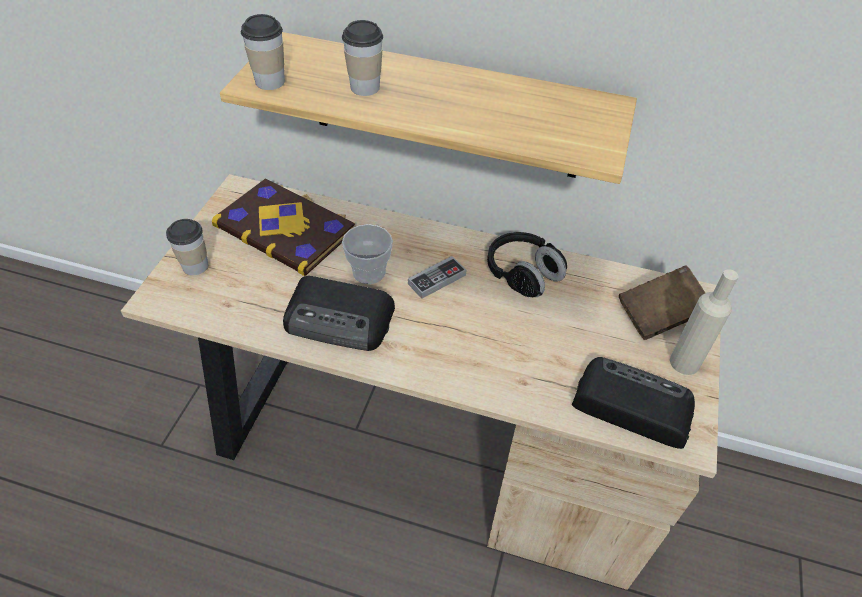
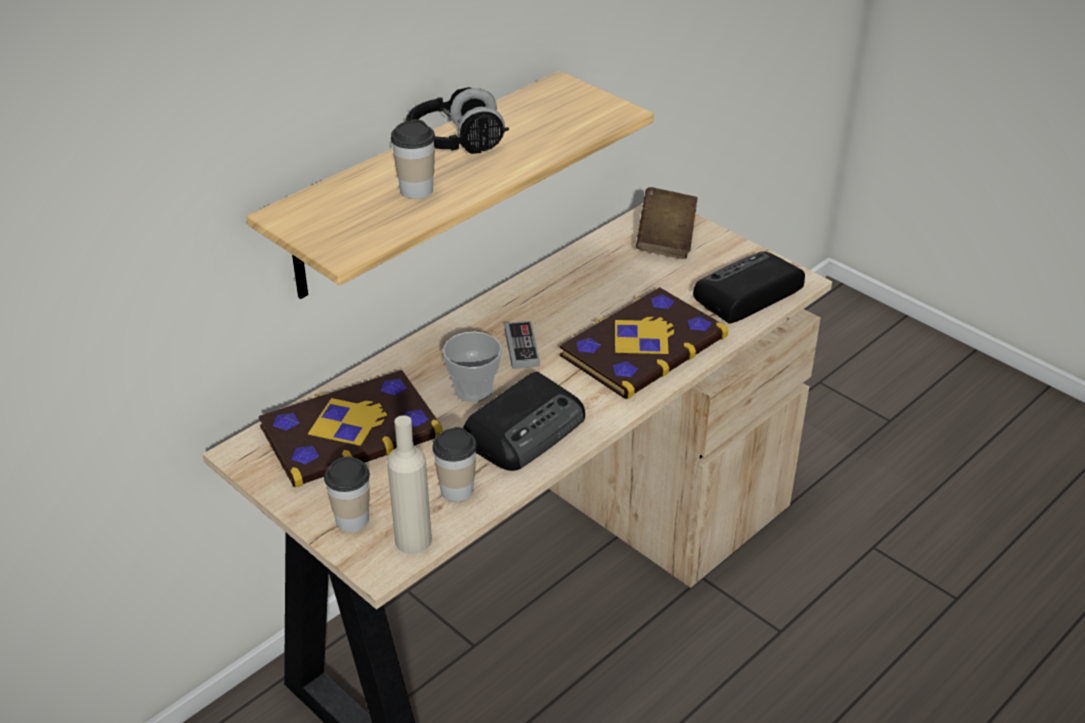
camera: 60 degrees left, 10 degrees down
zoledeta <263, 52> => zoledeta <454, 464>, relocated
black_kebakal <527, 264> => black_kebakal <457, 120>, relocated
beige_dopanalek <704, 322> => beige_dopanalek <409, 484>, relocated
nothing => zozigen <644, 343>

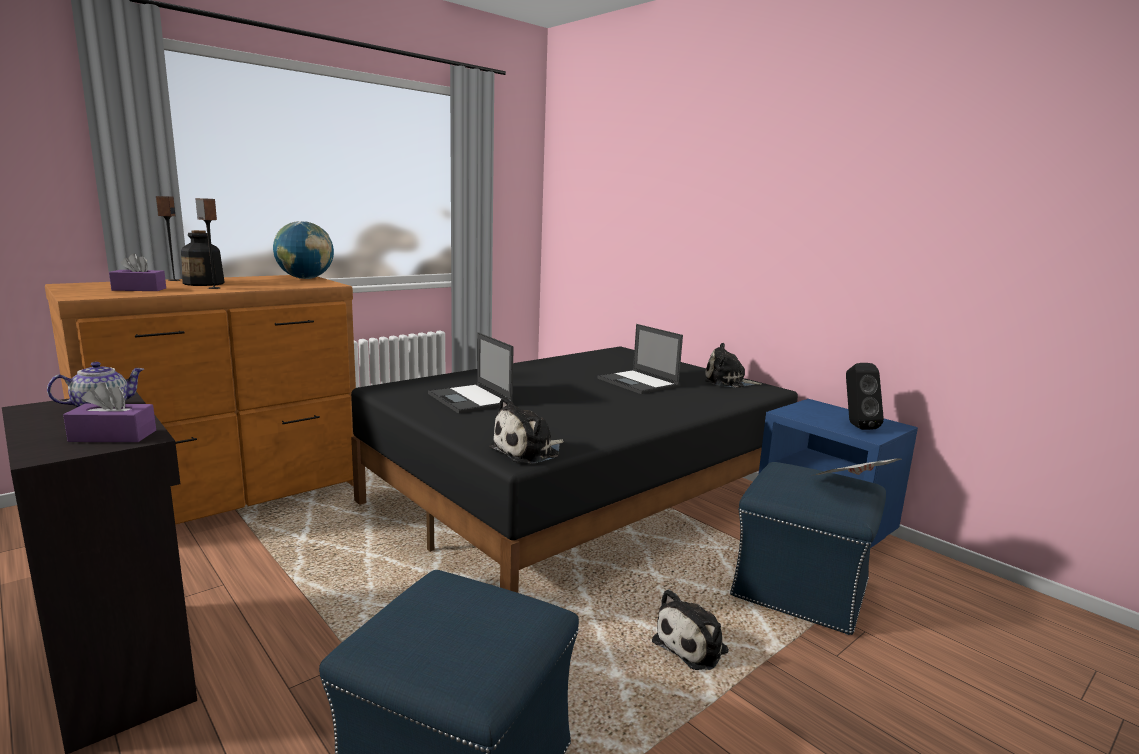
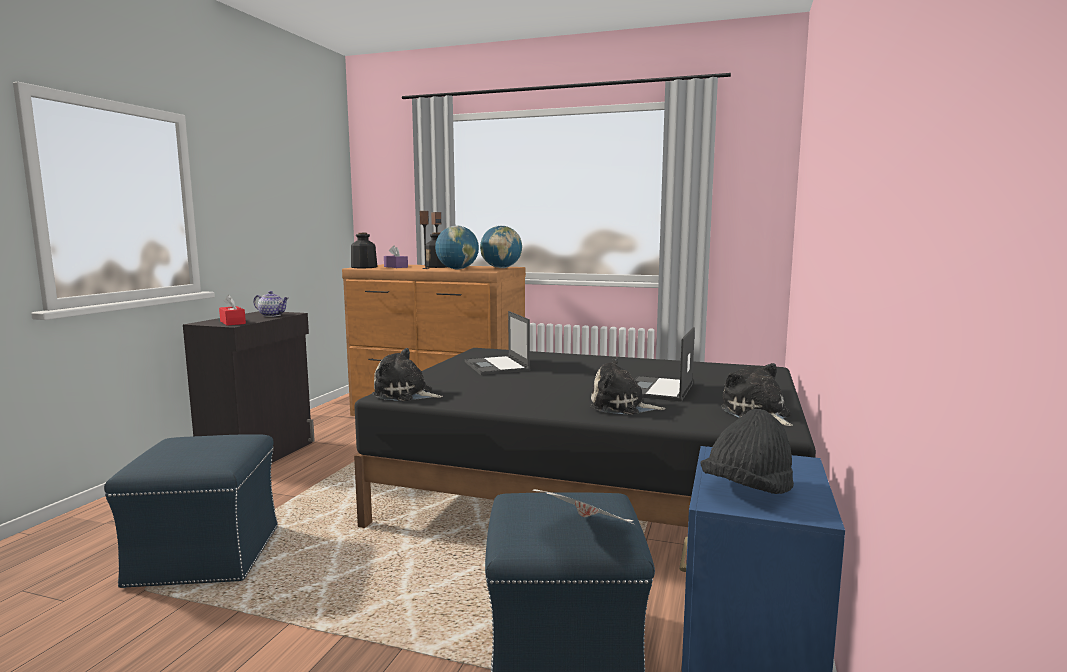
camera: 60 degrees right, 5 degrees down
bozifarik <471, 373> => bozifarik <497, 343>, 45 degrees counterclockwise
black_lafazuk <865, 396> => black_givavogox <747, 451>
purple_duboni <109, 412> => red_duboni <232, 310>
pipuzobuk <690, 629> => pipuzobuk <628, 386>, relocated
nothing => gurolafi <457, 248>
nothing => dopanalek <364, 250>

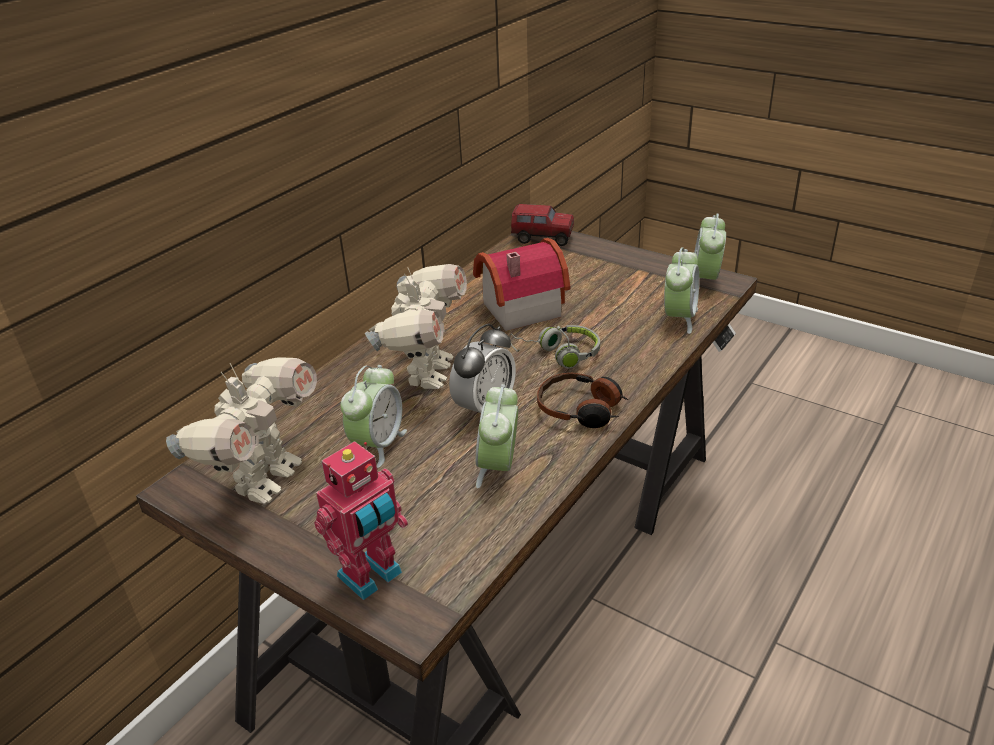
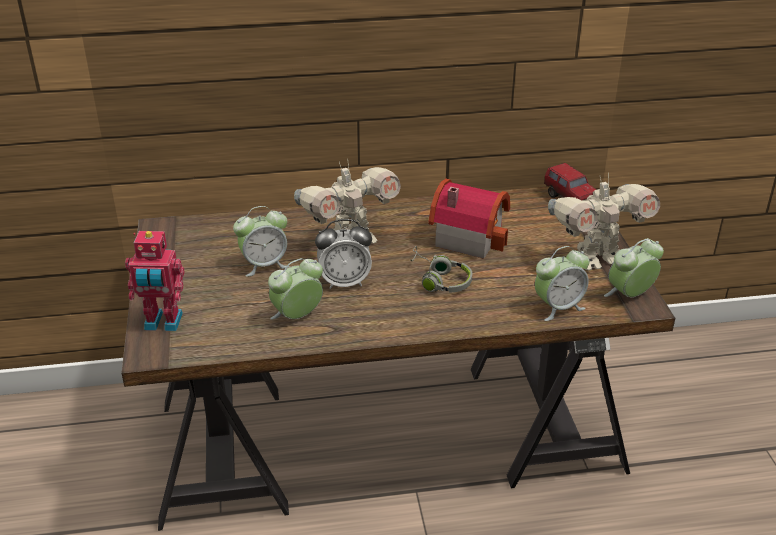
camera: 45 degrees right, 0 degrees up
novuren <241, 430> => novuren <604, 222>, relocated
kebakal <582, 400> => nothing

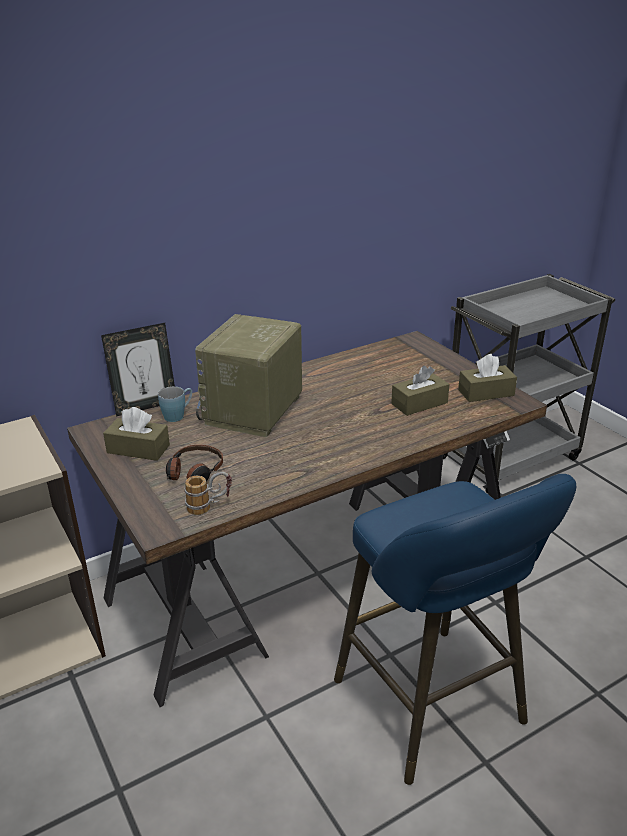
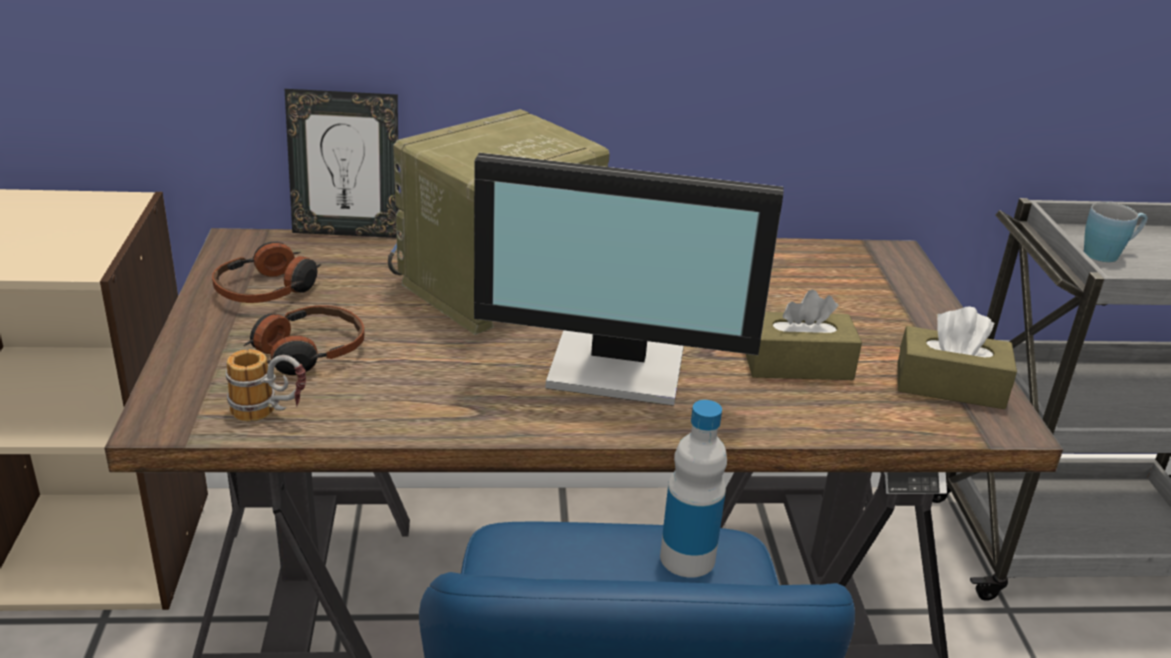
camera: 25 degrees right, 0 degrees up
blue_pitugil <175, 404> => blue_pitugil <1115, 232>, relocated
brown_duboni <136, 434> => kebakal <266, 272>
nothing => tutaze <629, 279>
nothing => dopanalek <693, 489>

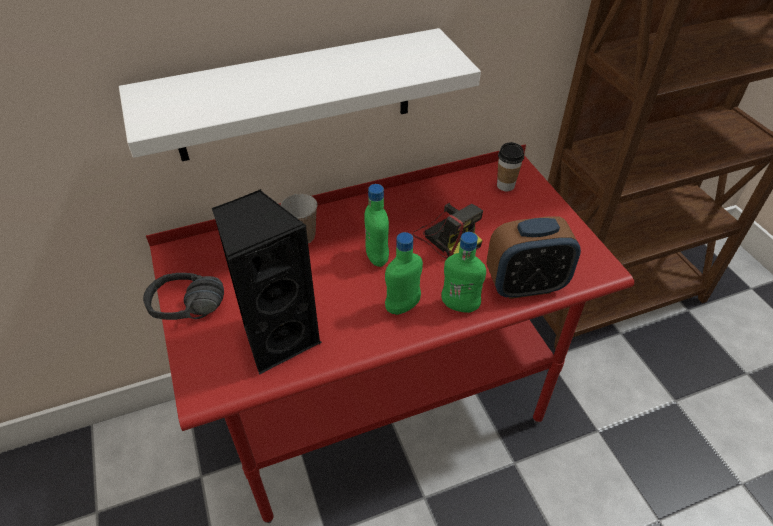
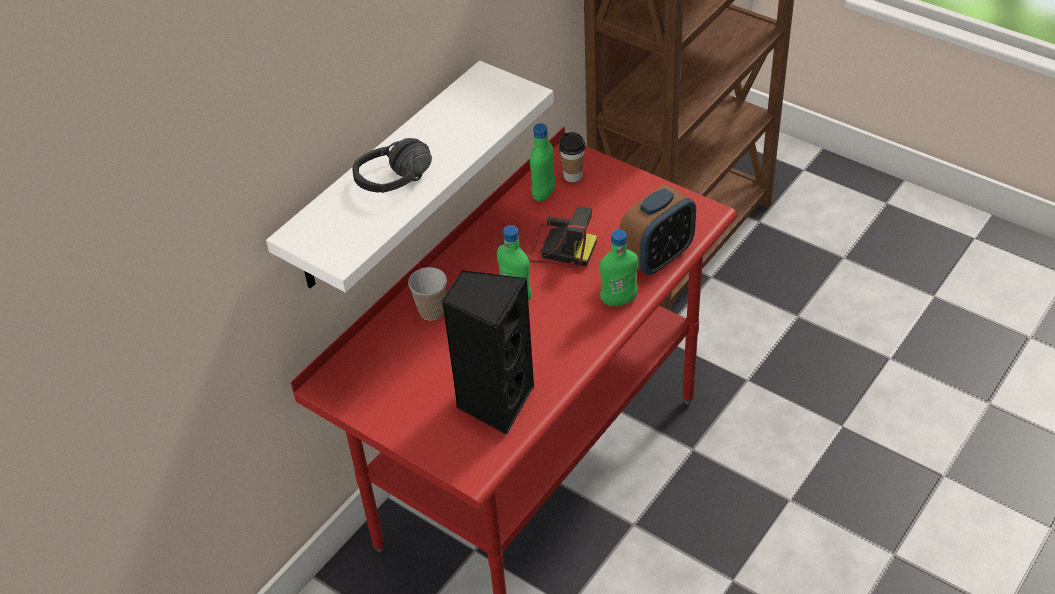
camera: 30 degrees left, 0 degrees up
green_dopanalek <404, 273> => green_dopanalek <542, 162>, relocated
black_kebakal <183, 296> => black_kebakal <392, 165>, relocated

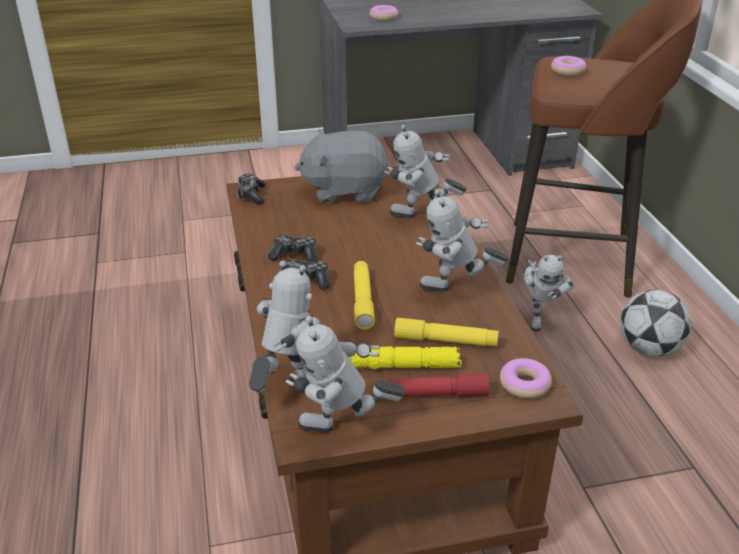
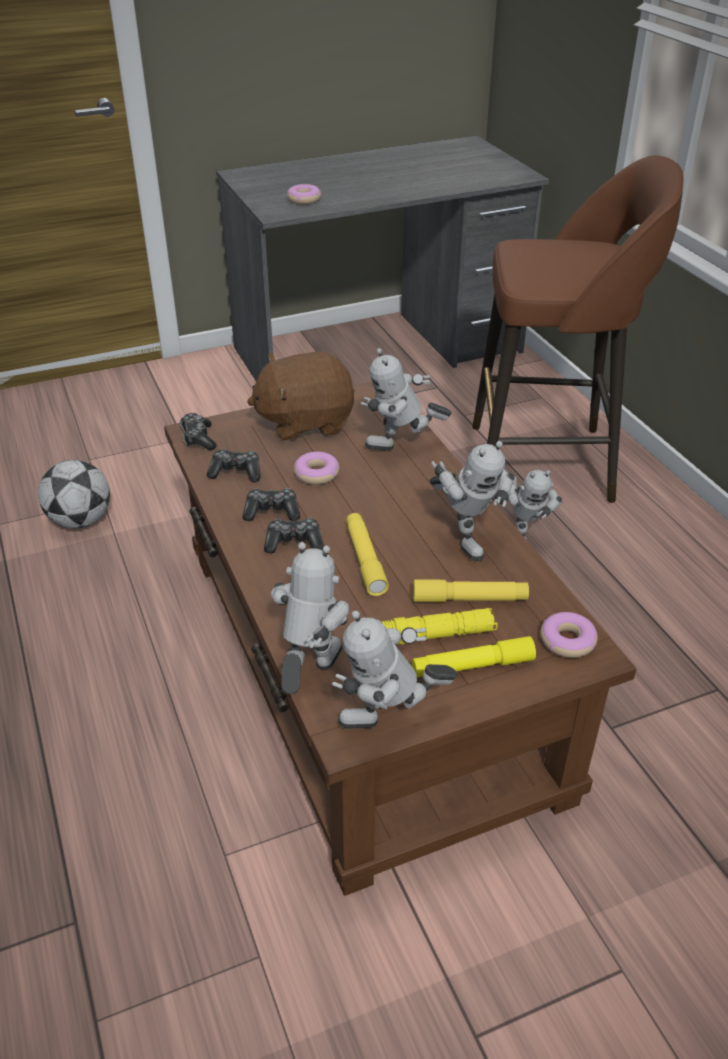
camera: 10 degrees left, 5 degrees up
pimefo <569, 66> => pimefo <317, 468>, relocated
grey_pipuzobuk <342, 166> => brown_pipuzobuk <301, 396>
novuren <462, 240> => novuren <472, 501>, 105 degrees counterclockwise
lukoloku <656, 322> => lukoloku <74, 494>, relocated
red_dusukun <436, 385> => yellow_dusukun <474, 656>
nothing => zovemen <233, 465>

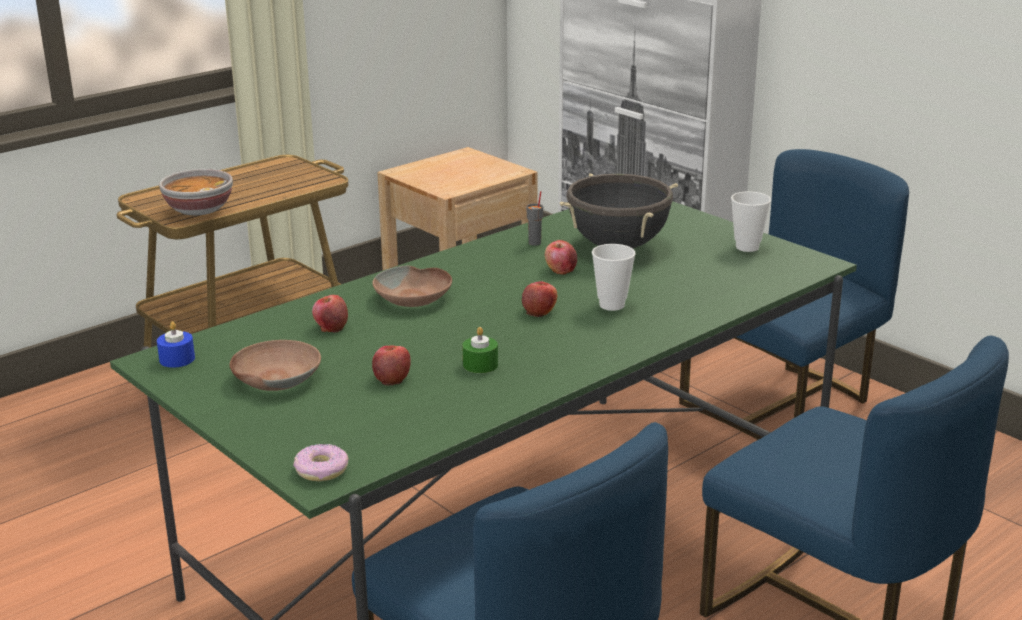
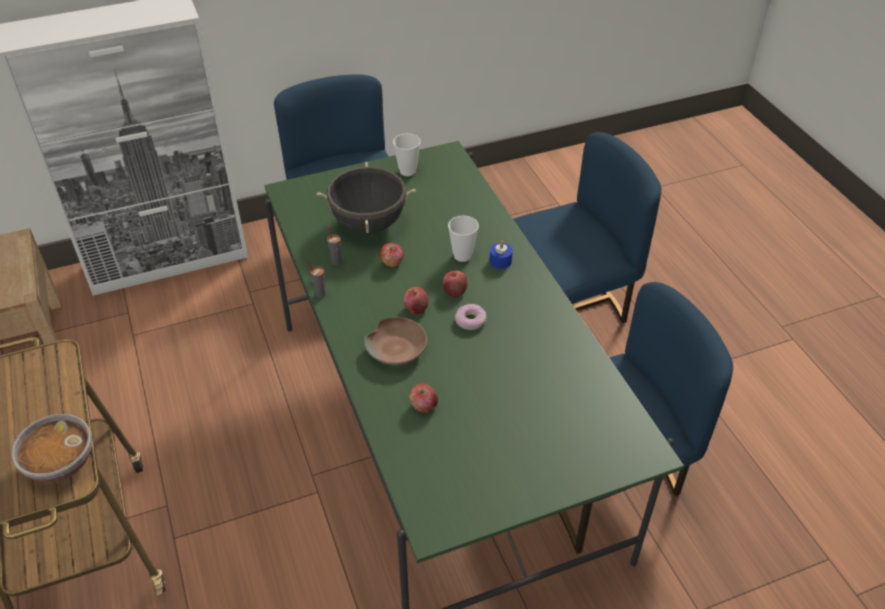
camera: 70 degrees left, 20 degrees up
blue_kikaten <176, 345> => blue_kikaten <501, 255>, relocated
green_kikaten <480, 350> => nothing
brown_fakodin <275, 365> => nothing
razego <391, 365> => razego <416, 300>, relocated
pimefo <321, 462> => pimefo <471, 317>, relocated
nothing => grey_zoledeta <316, 279>

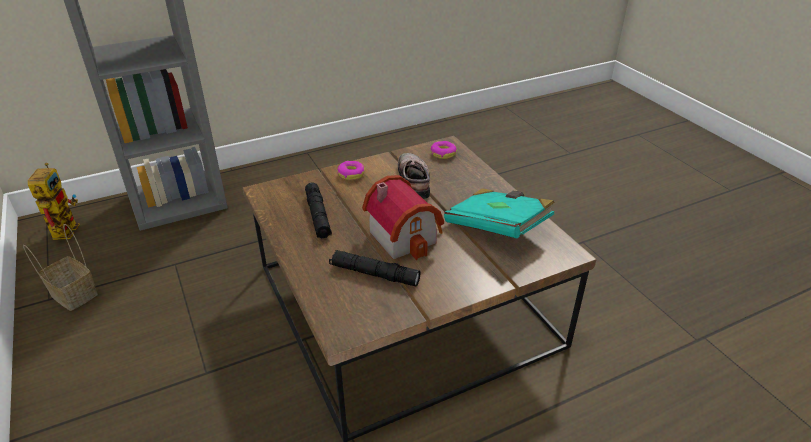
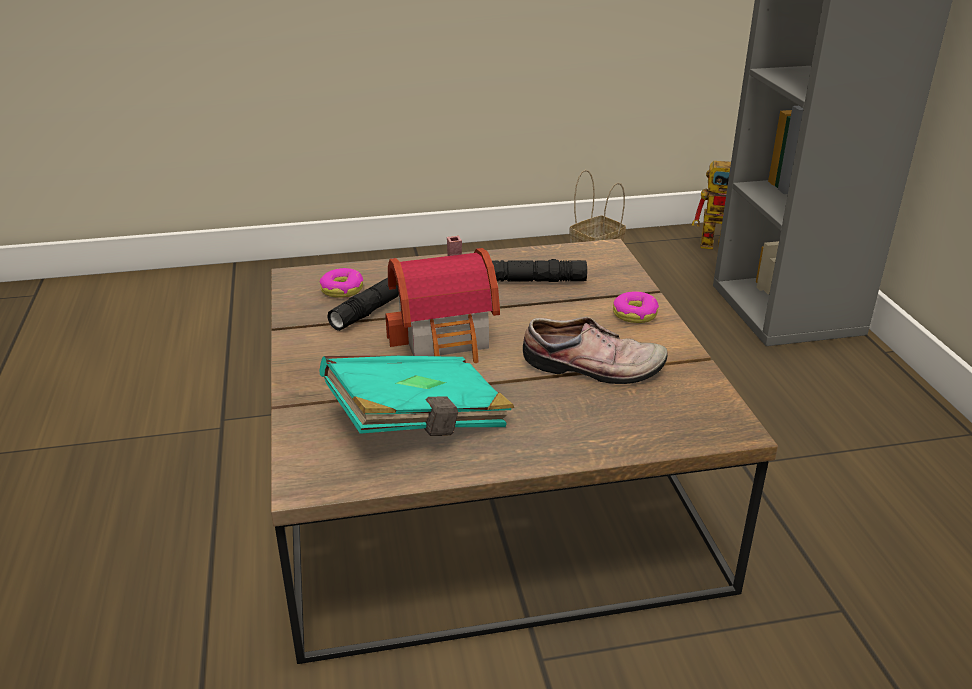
camera: 105 degrees right, 5 degrees down
pimefo <443, 150> => pimefo <341, 283>, relocated

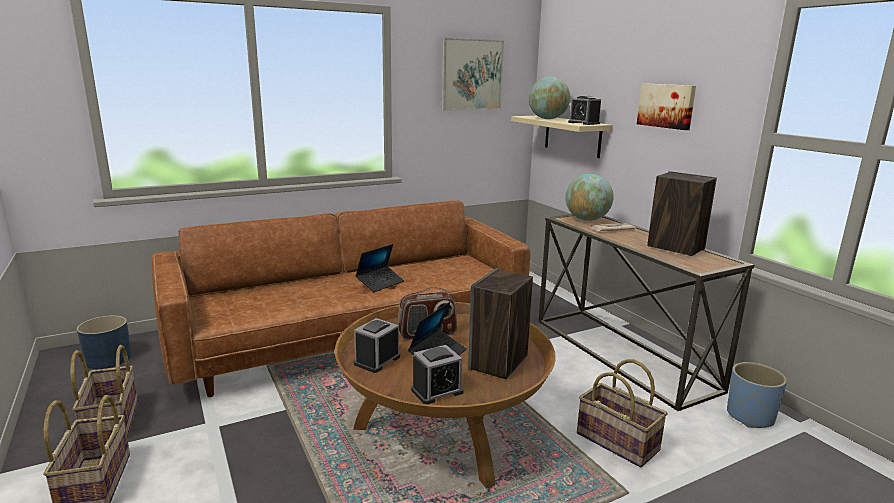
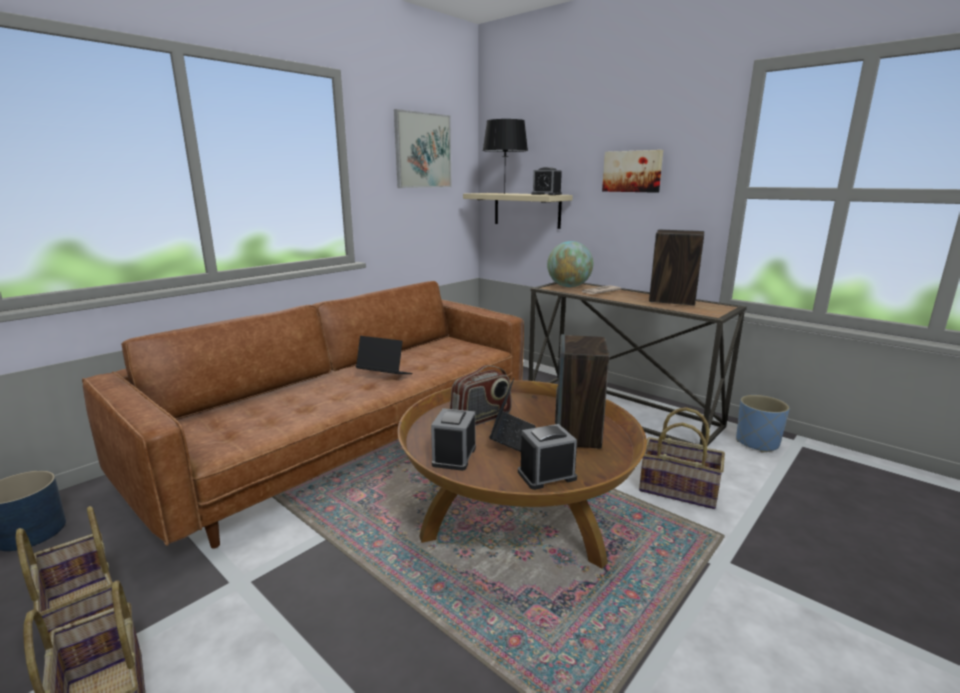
camera: 20 degrees left, 0 degrees up
gurolafi <549, 98> => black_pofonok <505, 156>
bozifarik <379, 268> => bozifarik <384, 355>, 90 degrees counterclockwise
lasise <437, 374> => lasise <547, 457>, 150 degrees counterclockwise

